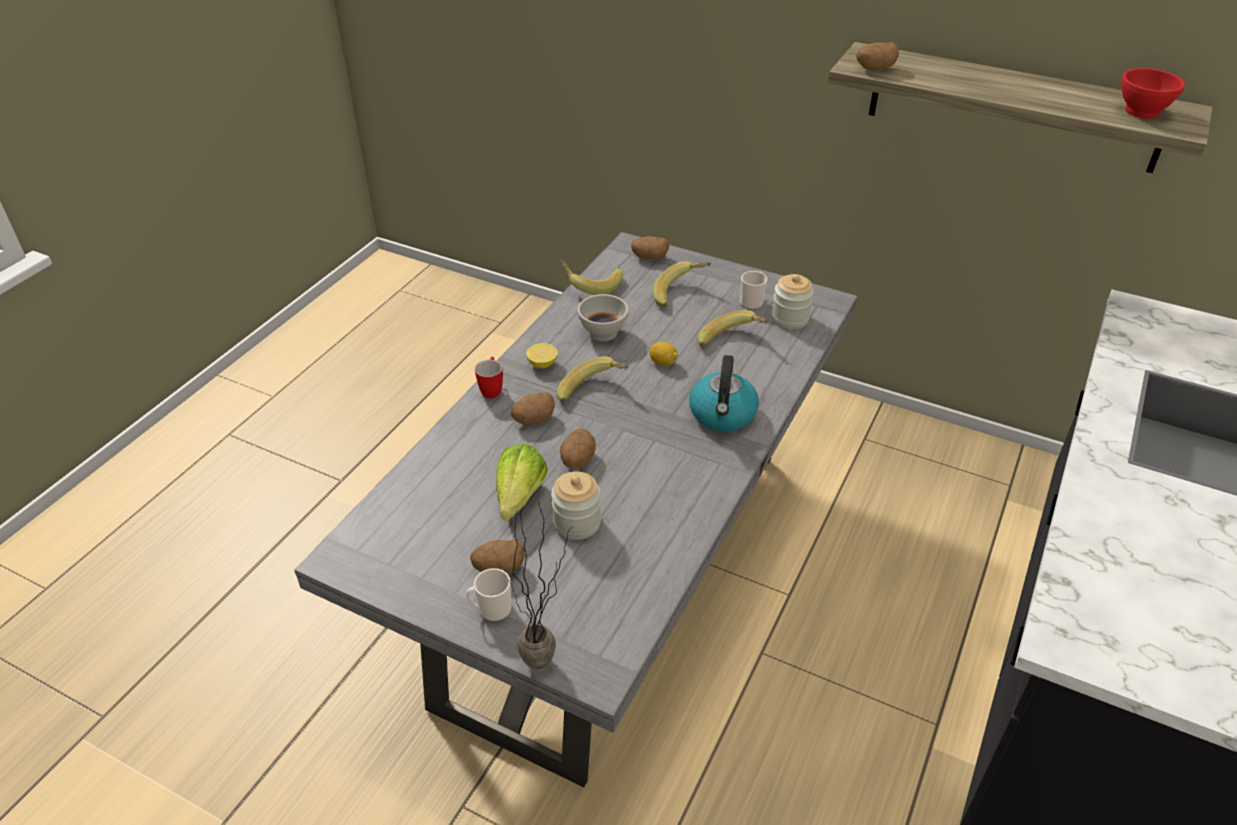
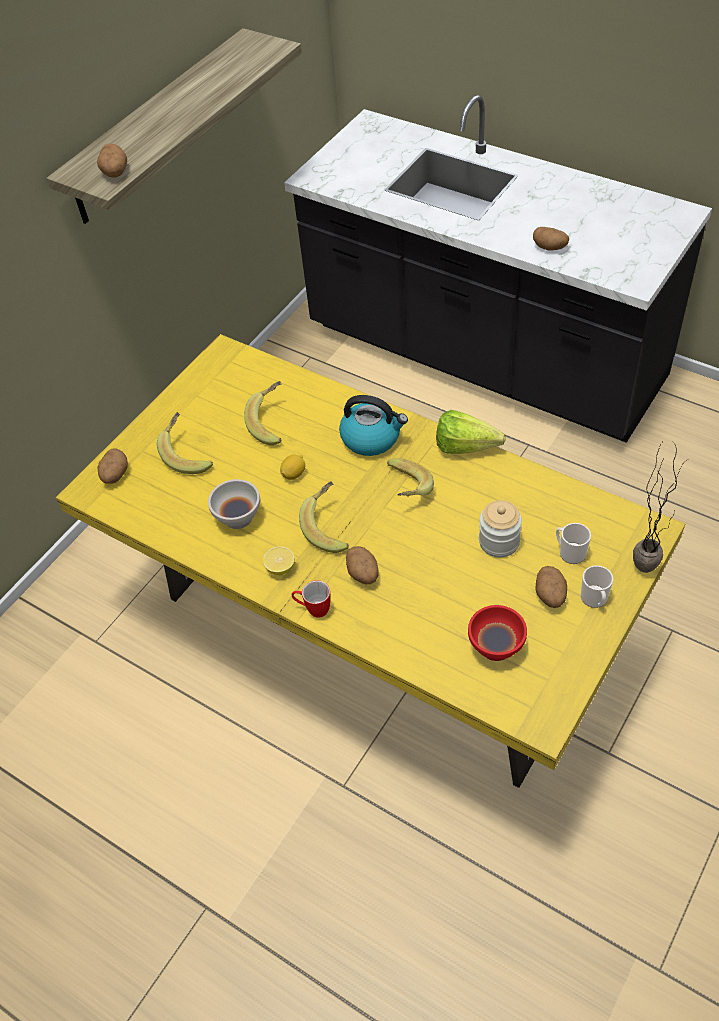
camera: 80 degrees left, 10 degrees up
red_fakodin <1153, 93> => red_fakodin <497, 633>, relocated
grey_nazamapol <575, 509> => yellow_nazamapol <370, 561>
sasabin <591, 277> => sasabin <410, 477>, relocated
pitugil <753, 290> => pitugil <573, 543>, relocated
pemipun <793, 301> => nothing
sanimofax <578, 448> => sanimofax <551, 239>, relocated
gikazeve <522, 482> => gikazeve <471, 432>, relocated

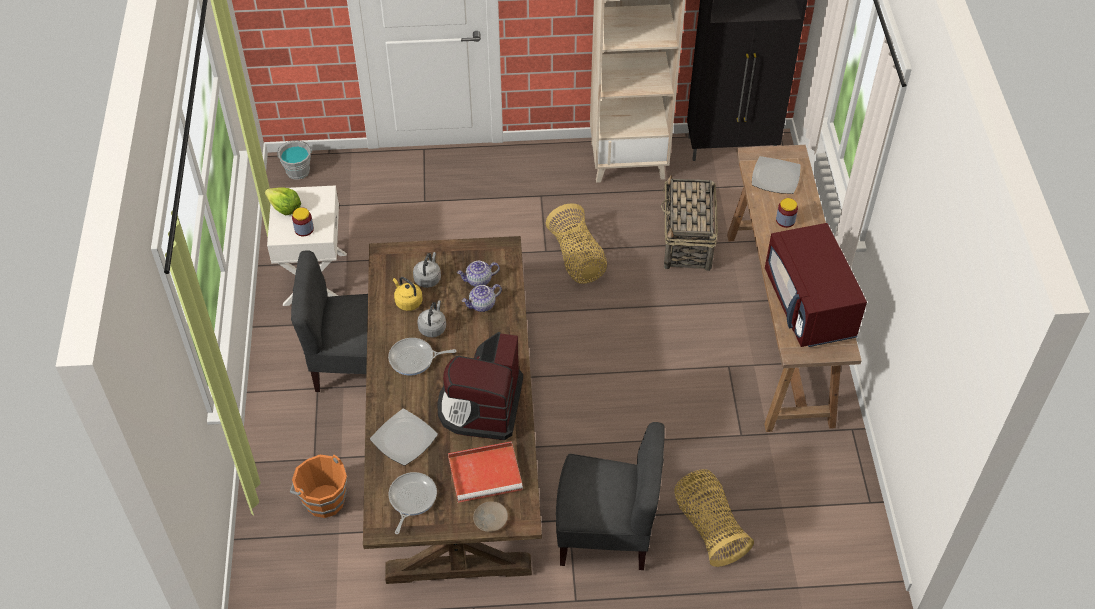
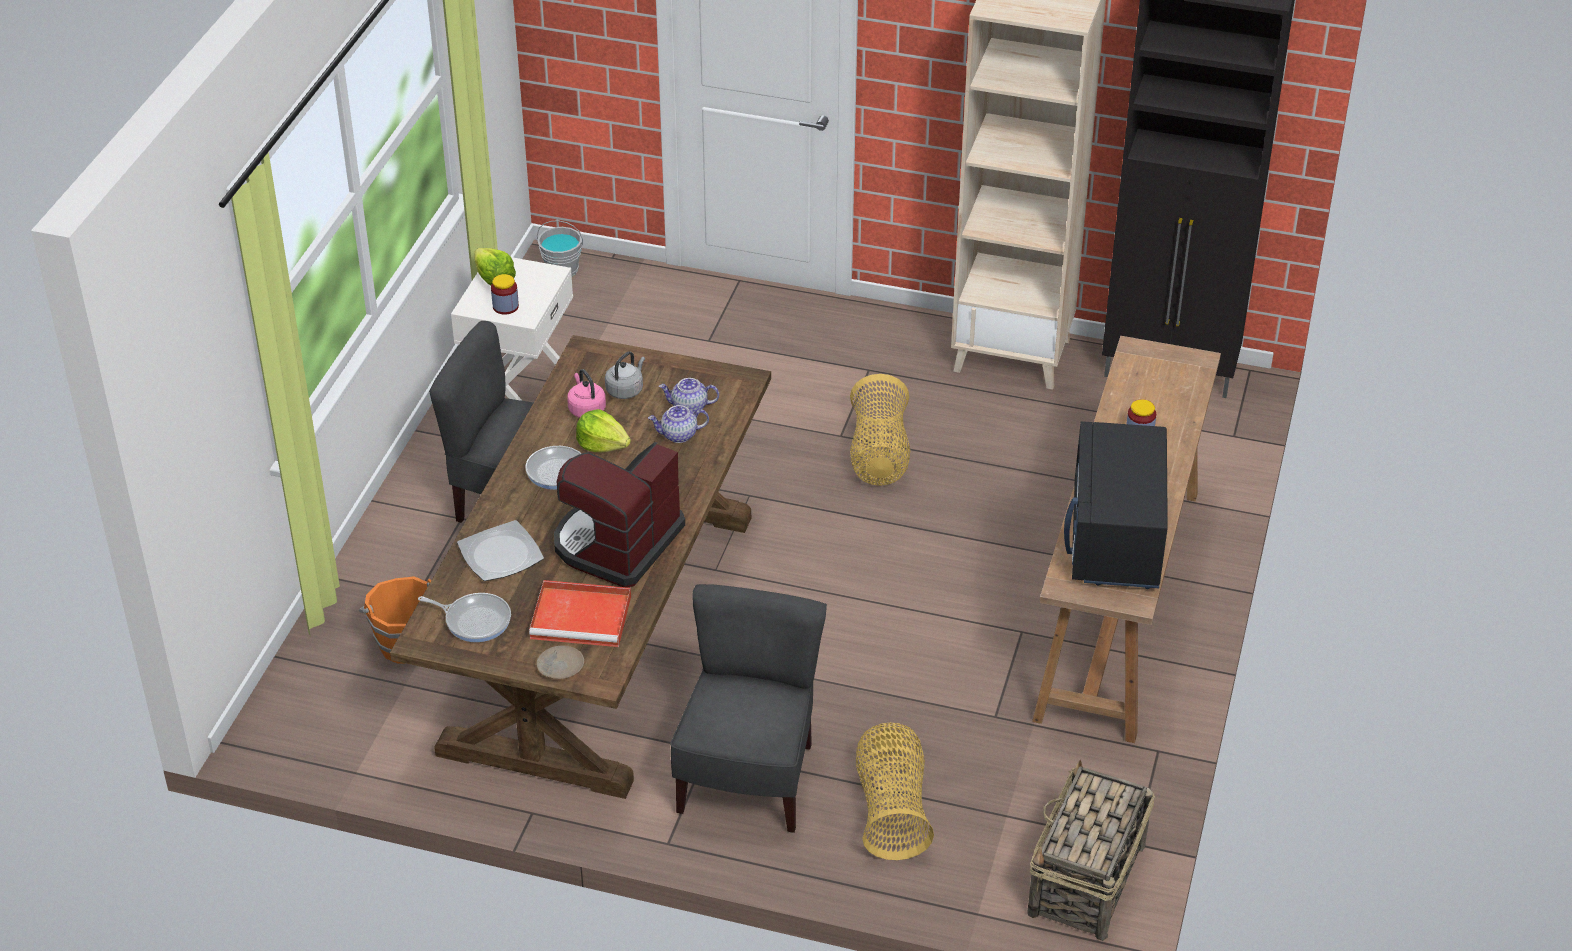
camera: 20 degrees right, 10 degrees down
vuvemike <776, 175> => nothing
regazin <689, 223> => regazin <1091, 850>, relocated
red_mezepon <816, 285> => black_mezepon <1116, 505>
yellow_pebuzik <408, 294> => pink_pebuzik <586, 393>
grey_pebuzik <431, 318> => gikazeve <603, 430>
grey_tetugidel <610, 496> => grey_tetugidel <748, 708>, 105 degrees counterclockwise
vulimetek <412, 503> => vulimetek <464, 617>, 75 degrees clockwise

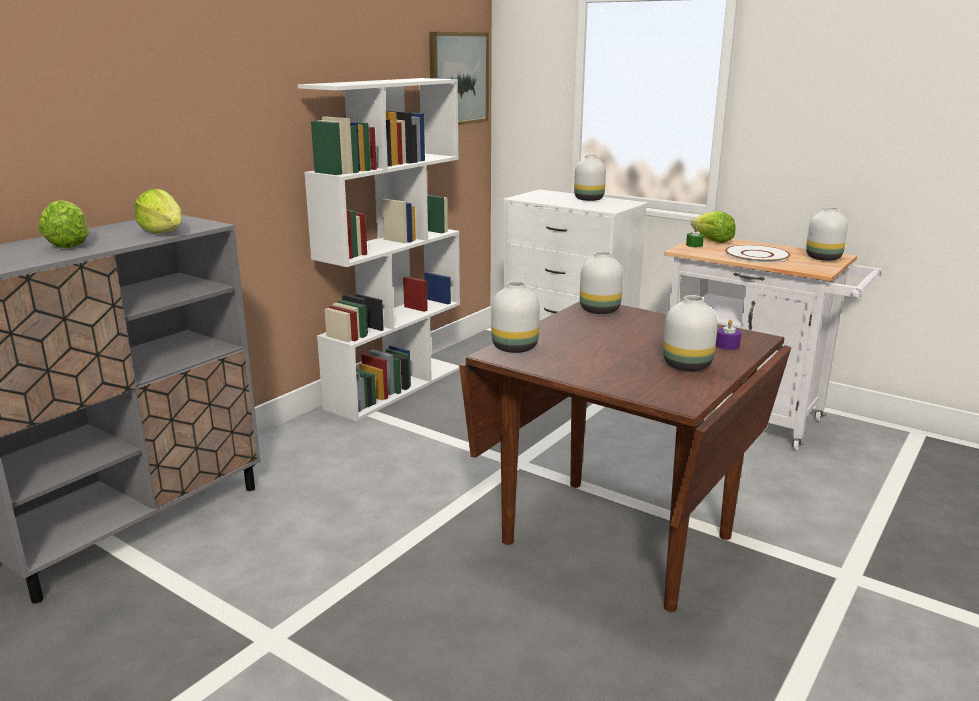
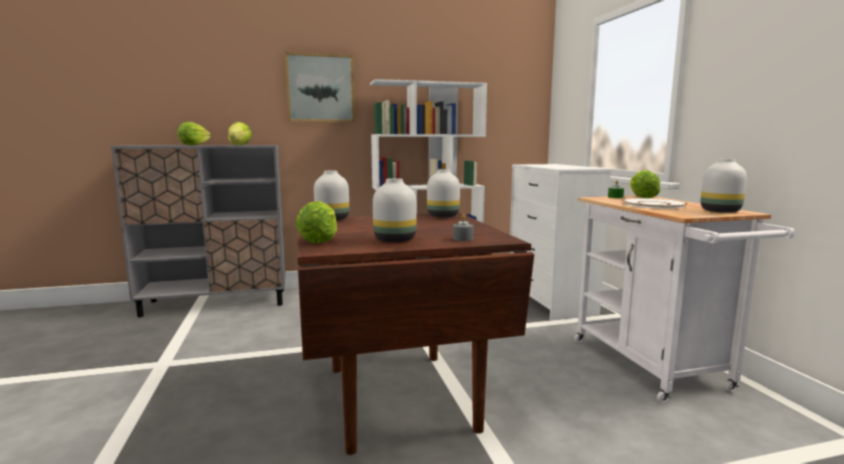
camera: 40 degrees right, 10 degrees down
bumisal <459, 78> => bumisal <320, 87>, relocated
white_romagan <590, 178> => nothing
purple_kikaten <728, 335> => grey_kikaten <463, 227>
nothing => gikazeve <316, 222>

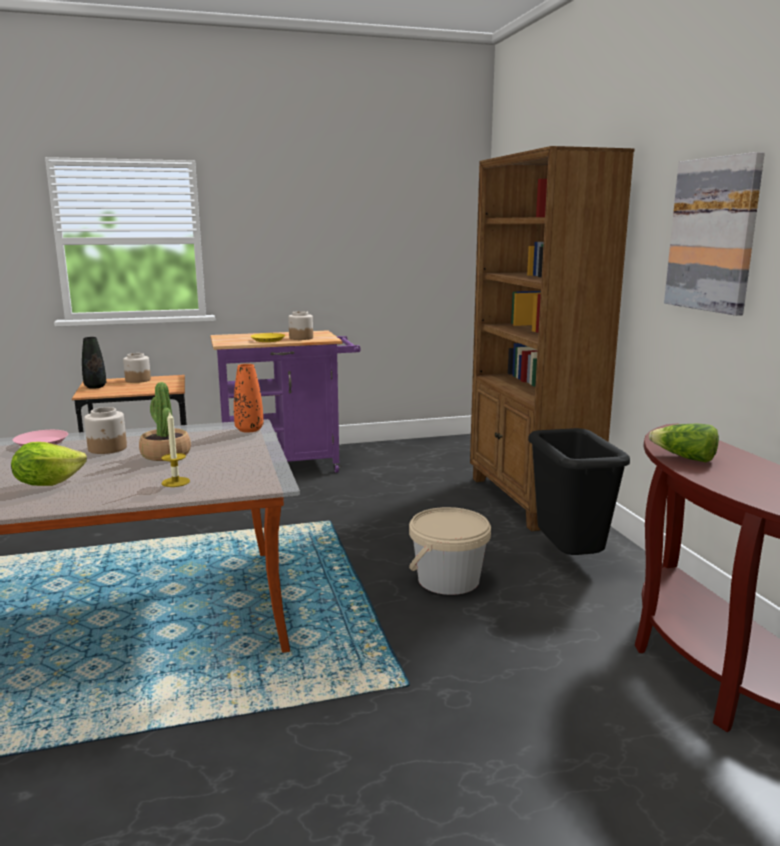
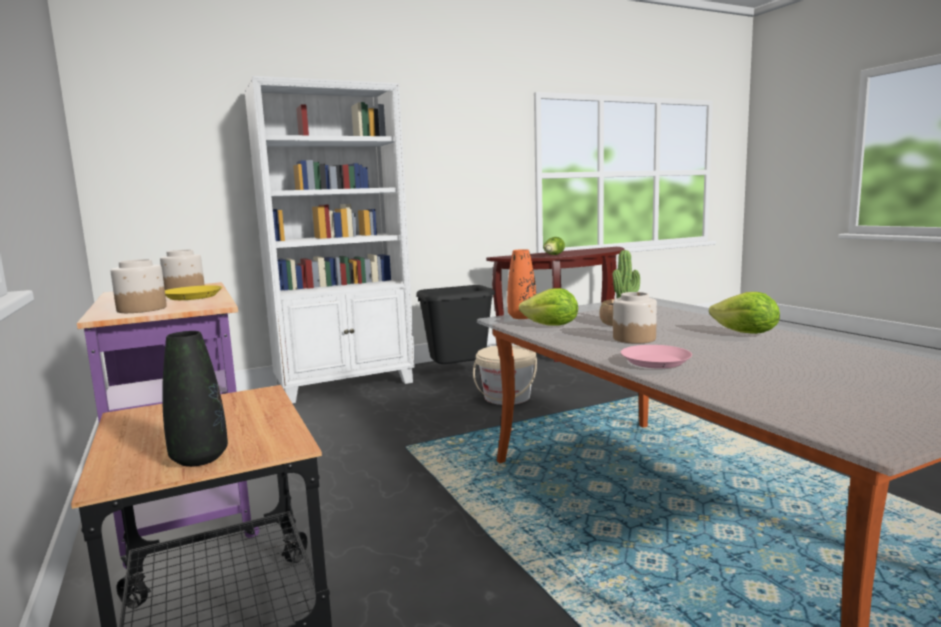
camera: 100 degrees left, 5 degrees down
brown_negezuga <552, 338> => white_negezuga <329, 239>
bumisal <714, 234> => nothing
pemipun <137, 368> => pemipun <139, 286>, relocated
kikaten <175, 449> => nothing
nothing => gikazeve <548, 307>

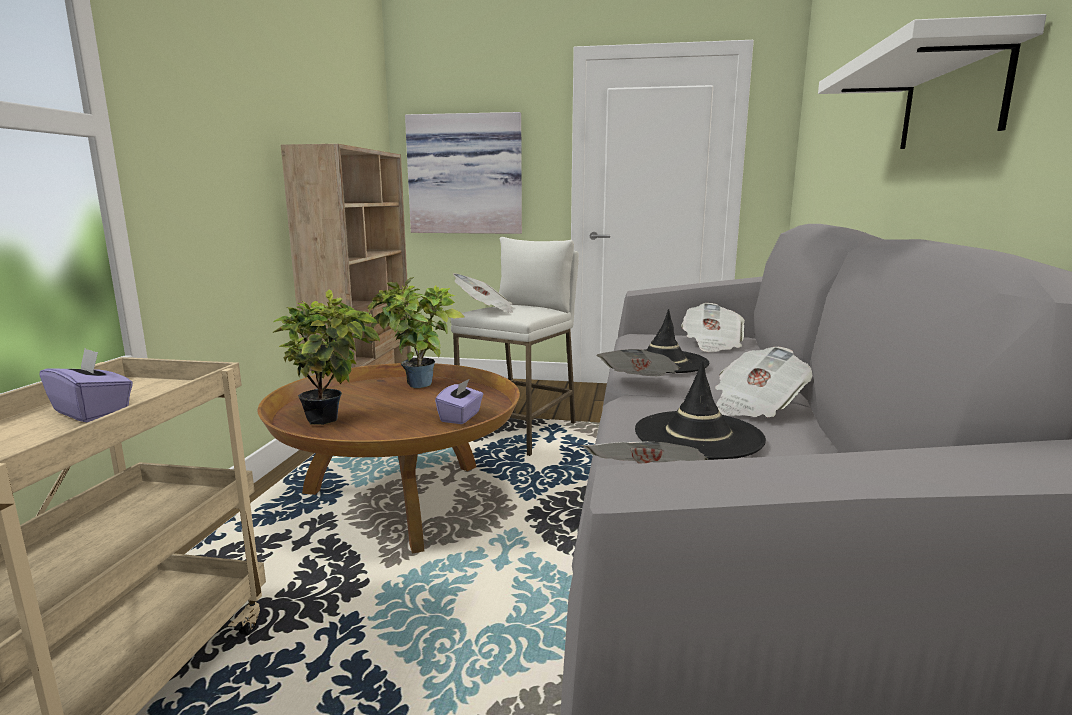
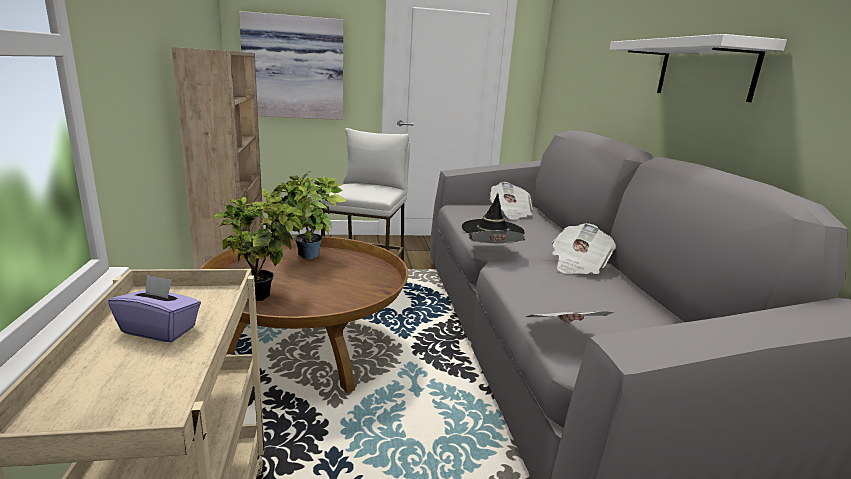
camera: 20 degrees left, 5 degrees up
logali <483, 293> => nothing
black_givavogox <700, 410> => nothing
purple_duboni <459, 401> => nothing

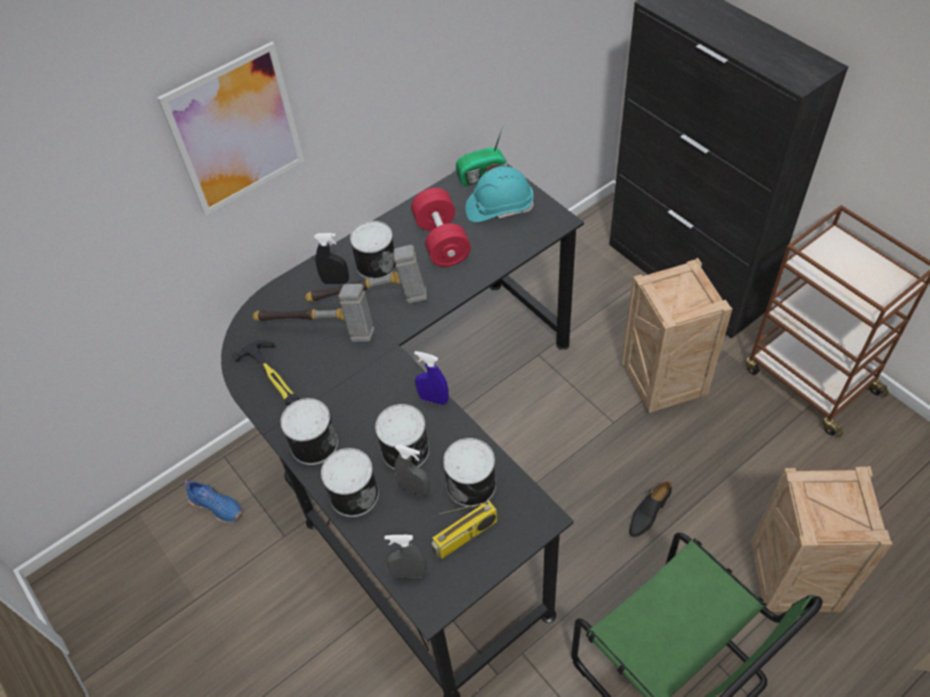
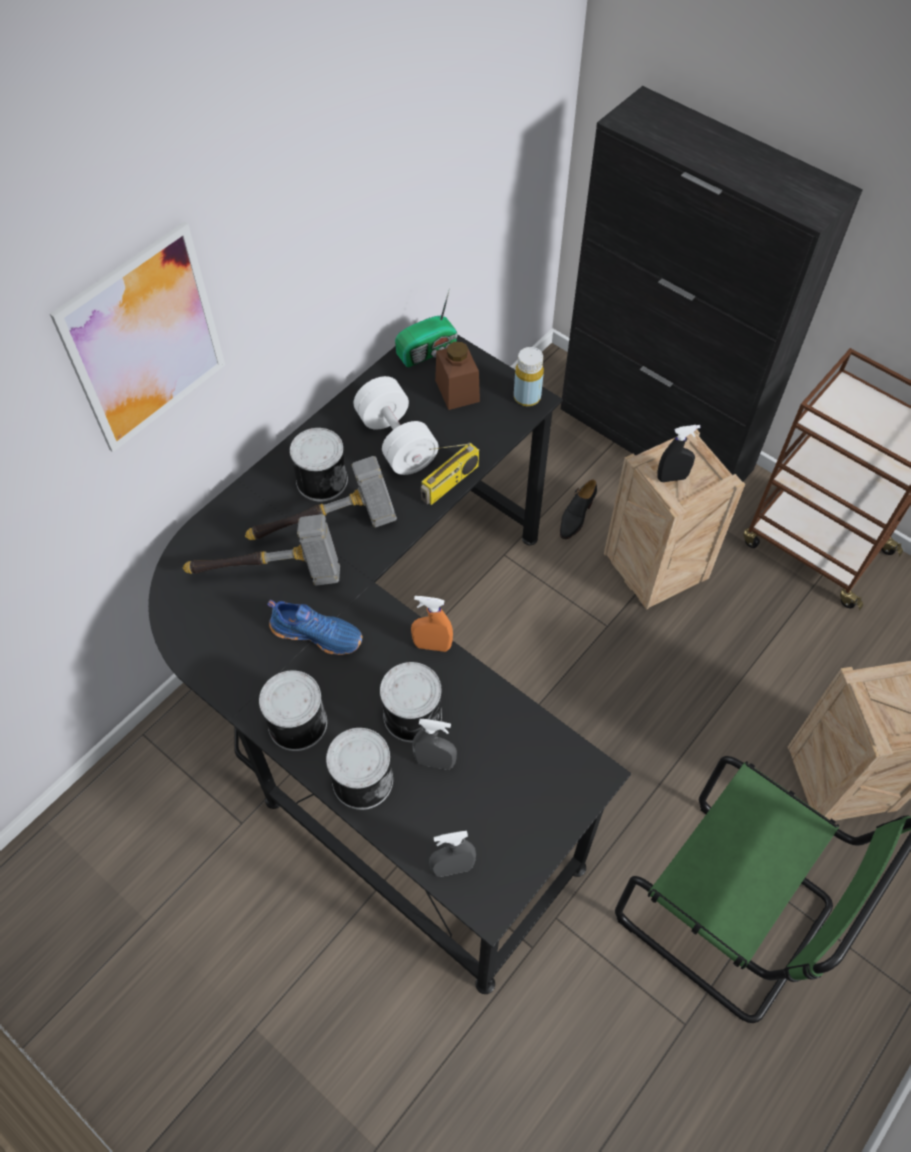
camera: 15 degrees left, 5 degrees up
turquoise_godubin <500, 194> => brown_pemipun <457, 376>
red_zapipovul <441, 227> => white_zapipovul <396, 425>
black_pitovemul <331, 258> => black_pitovemul <678, 453>, relocated
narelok <265, 372> => nothing
blue_pitovemul <431, 378> => orange_pitovemul <432, 624>
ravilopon <469, 472> => nothing
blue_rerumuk <212, 501> => blue_rerumuk <314, 627>, relocated
black_rerumuk <650, 509> => black_rerumuk <578, 509>, relocated
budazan <464, 529> => budazan <450, 473>, relocated
nothing => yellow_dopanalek <529, 376>

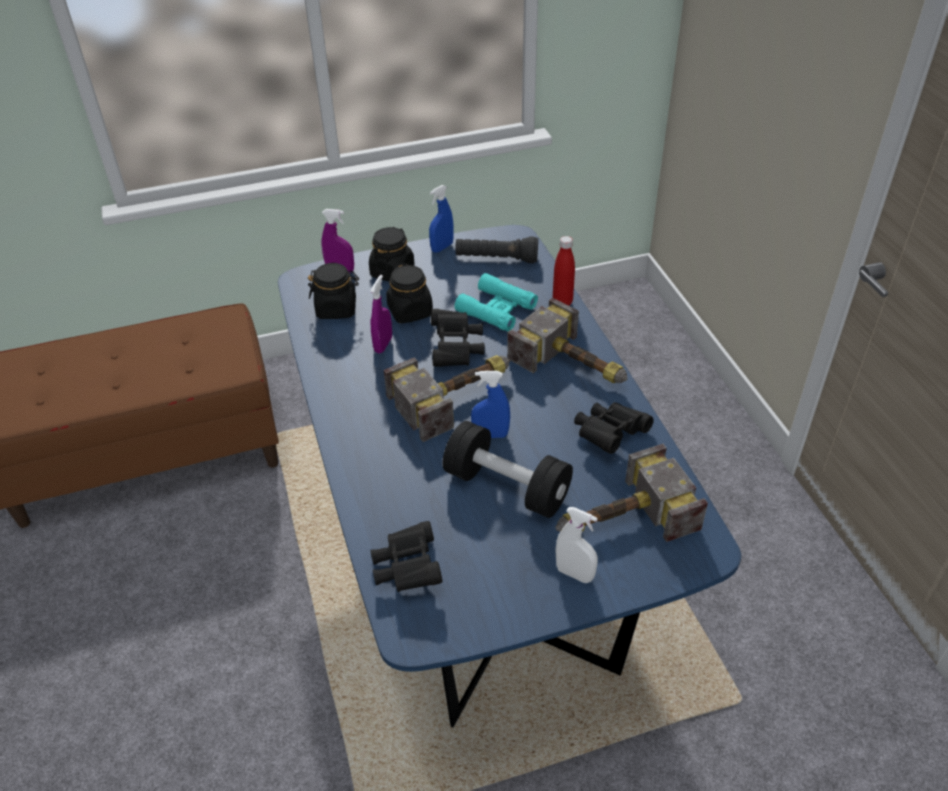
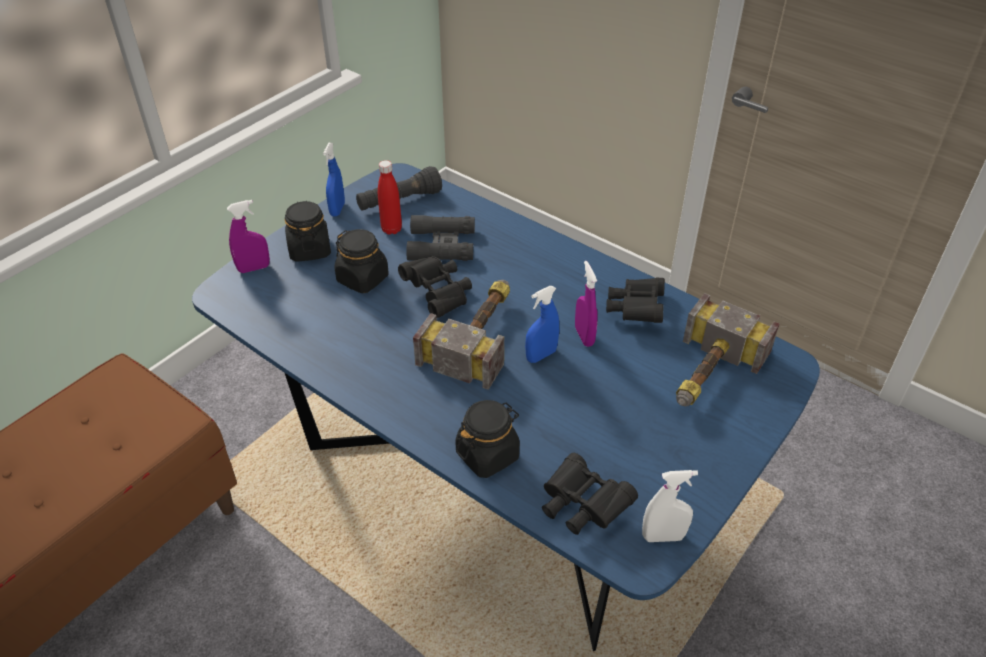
camera: 35 degrees left, 0 degrees up
red_dopanalek <564, 271> => red_dopanalek <390, 197>, relocated
black_pemipun <333, 291> => black_pemipun <487, 439>, relocated
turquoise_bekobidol <496, 302> => black_bekobidol <440, 238>
purple_pitovemul <381, 314> => purple_pitovemul <586, 304>, relocated
narelok <567, 340> => nothing
black_zapipovul <508, 469> => nothing
white_pitovemul <576, 545> => white_pitovemul <670, 506>, relocated

